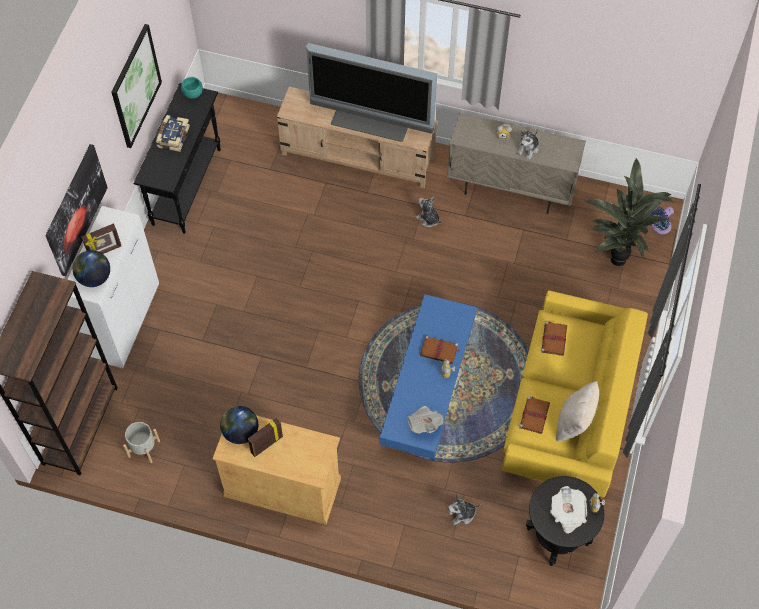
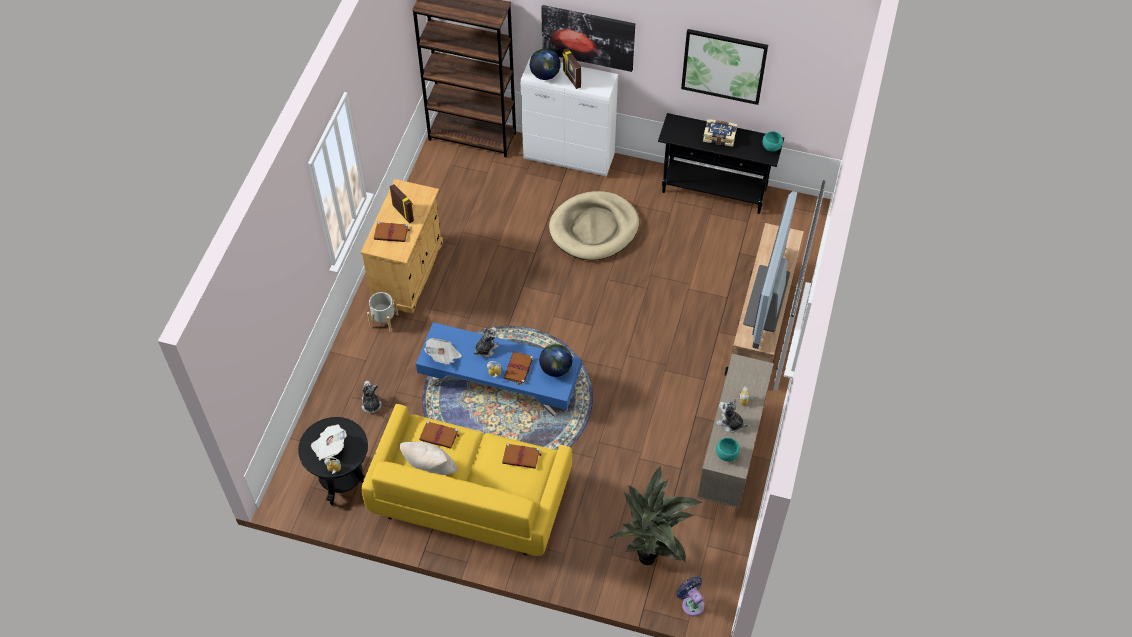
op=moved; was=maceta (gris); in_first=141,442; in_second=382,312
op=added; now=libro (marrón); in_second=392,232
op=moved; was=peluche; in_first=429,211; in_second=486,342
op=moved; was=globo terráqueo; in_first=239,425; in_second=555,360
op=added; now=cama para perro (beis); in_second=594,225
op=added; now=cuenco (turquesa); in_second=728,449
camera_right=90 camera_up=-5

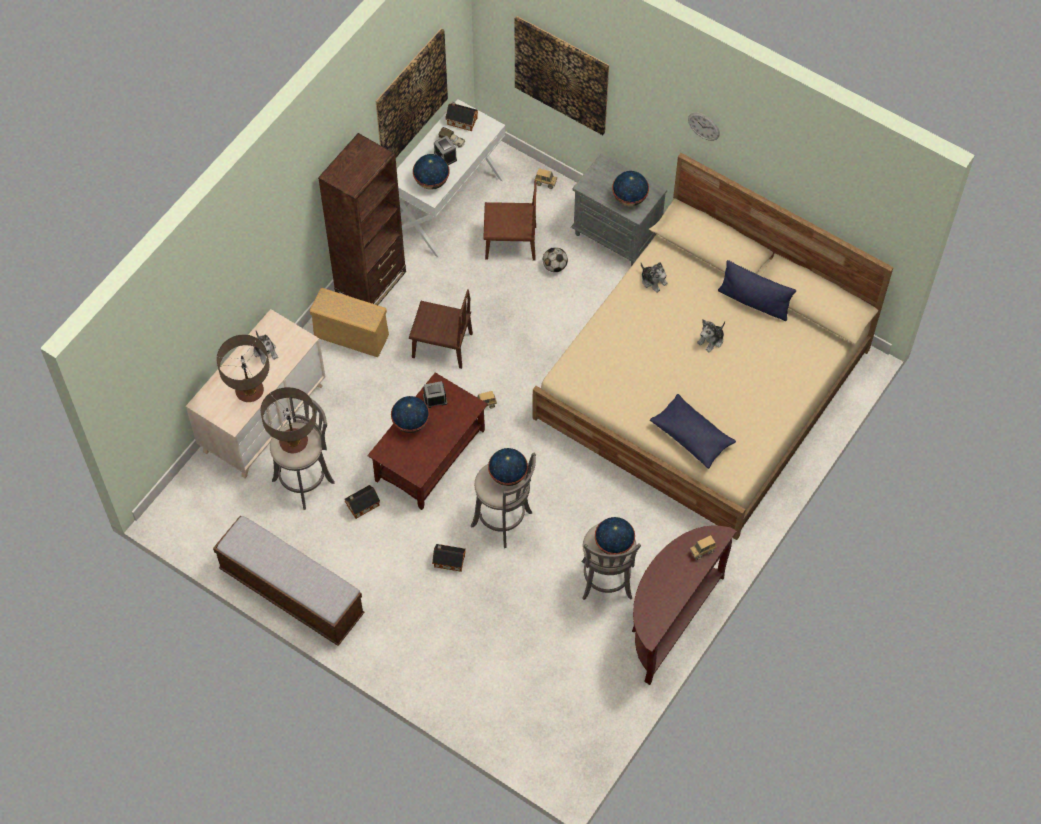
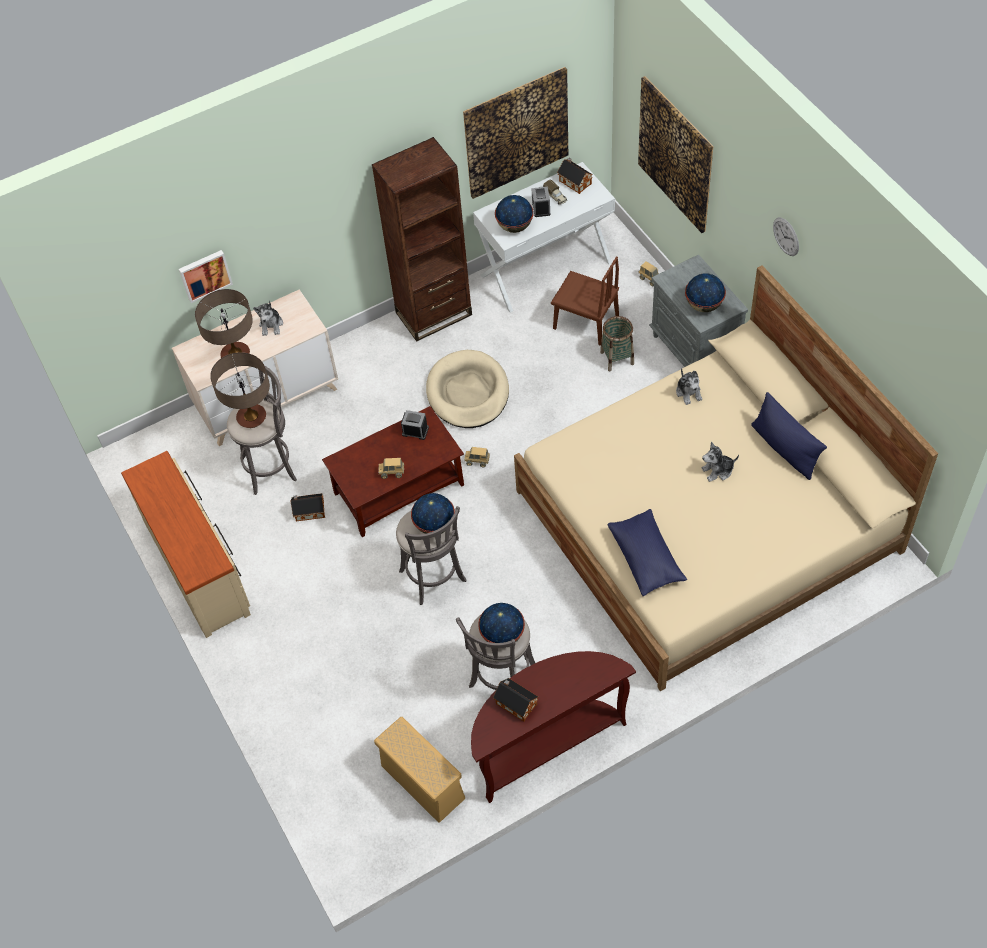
op=replaced; was=banco; now=cómoda (beis); in_first=289,580; in_second=186,544
op=added; now=cuadro; in_second=206,276
op=moved; was=caja de almacenaje (beis); in_first=349,322; in_second=419,769
op=moved; was=camión de juguete; in_first=703,547; in_second=391,468
op=replaced; was=silla (marrón); now=cama para perro (beis); in_first=441,329; in_second=467,389
op=moved; was=casita; in_first=449,558; in_second=515,700
op=replaced; was=balón de fútbol; now=cesta; in_first=555,259; in_second=617,343
op=removed; was=globo terráqueo; in_first=410,414
camera_right=30 camera_up=-5

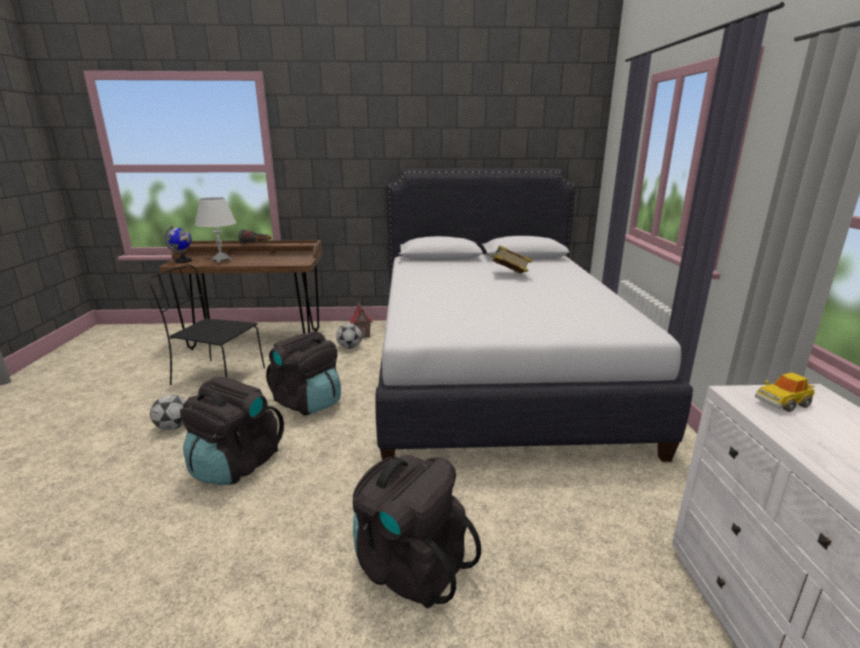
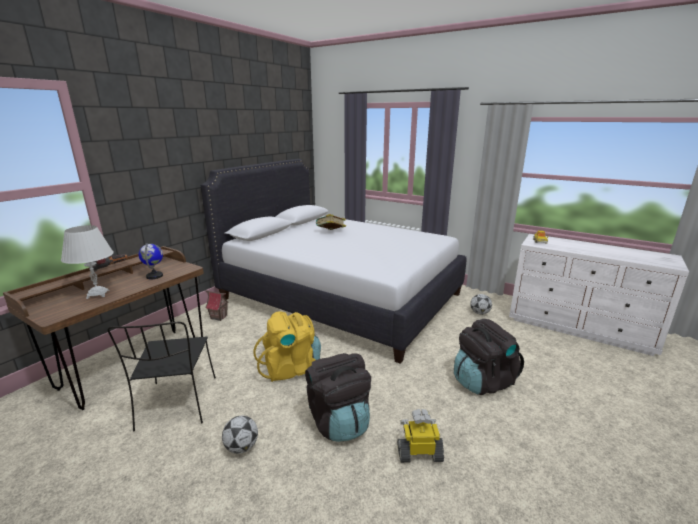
op=turned; was=silla (negro); in_first=207,325; in_second=162,376; clockwise=-60
op=moved; was=globo terráqueo; in_first=178,244; in_second=151,261
op=recoloured; was=mochila (negro); now=mochila (amarillo); in_first=303,374; in_second=287,346
op=added; now=robot de juguete; in_second=420,436
op=moved; was=balón de fútbol; in_first=349,336; in_second=481,304
camera_right=-55 camera_up=0

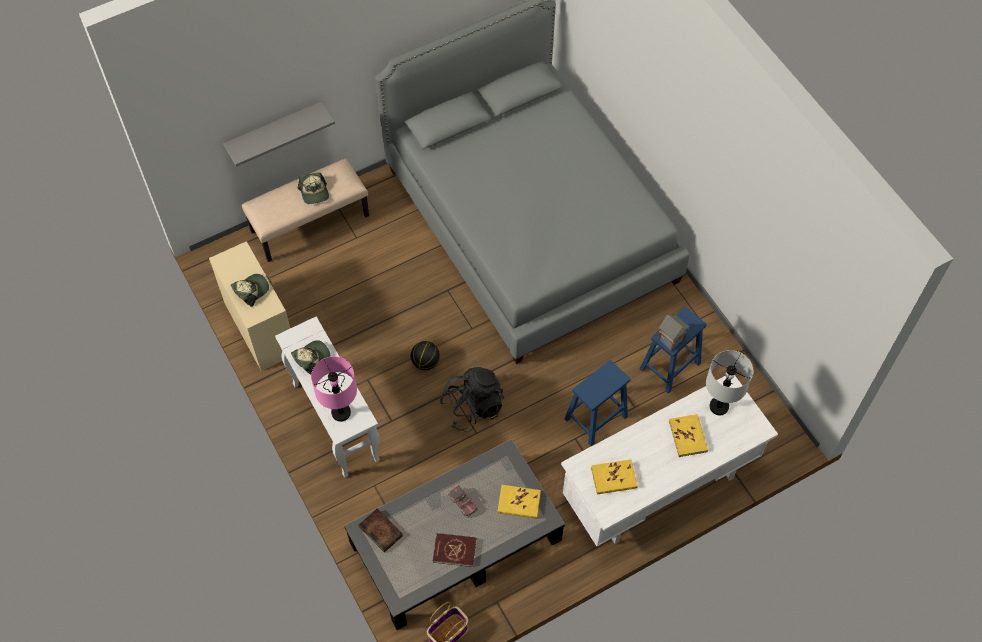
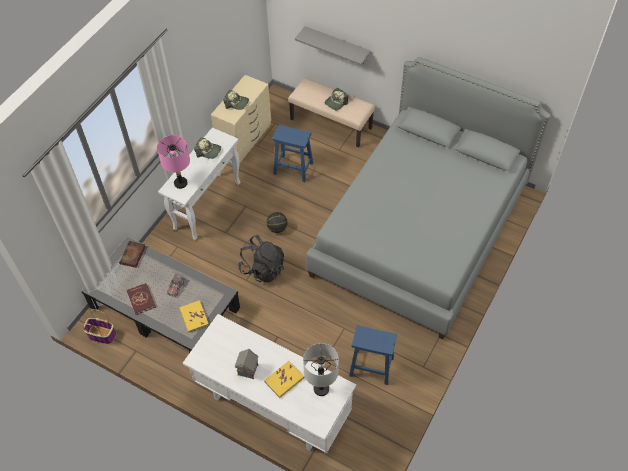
op=moved; was=casita; in_first=673,332; in_second=246,364
op=moved; was=taburete (azul); in_first=597,403; in_second=292,153
op=removed; was=libro (amarillo); in_first=614,477
camera_right=60 camera_up=-5

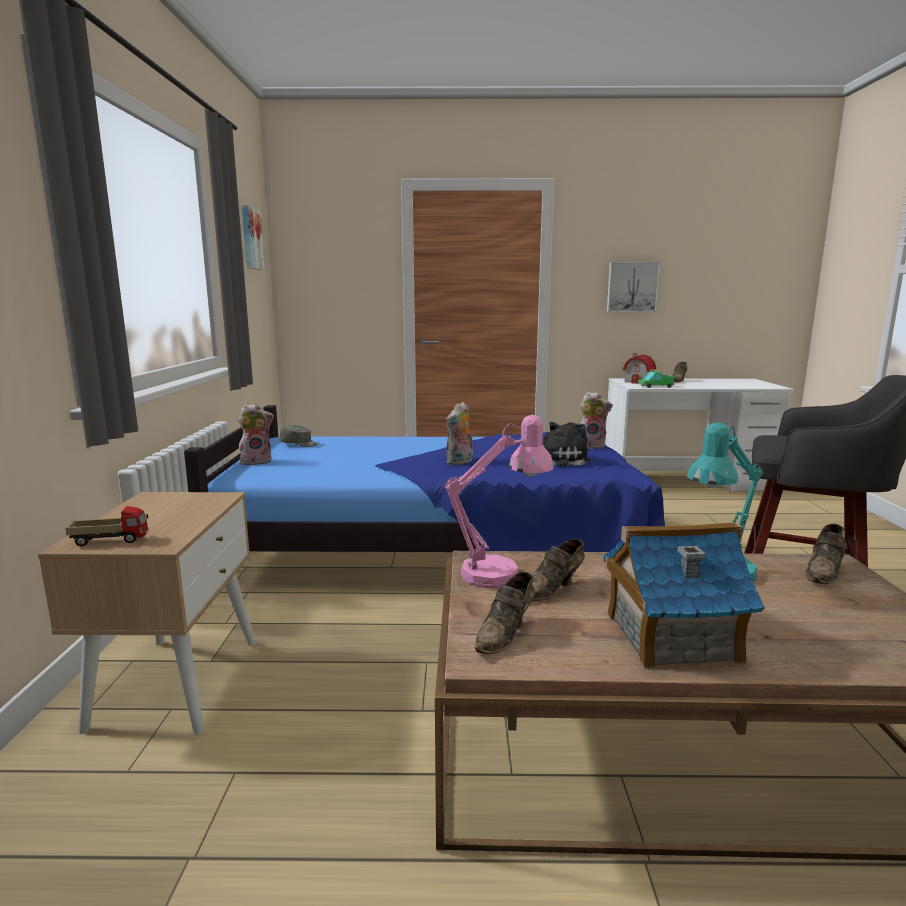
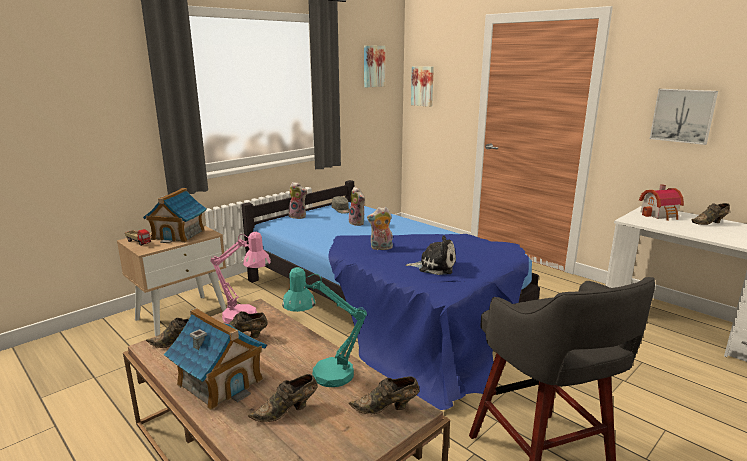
op=added; now=casita; in_second=175,215
op=added; now=zapato (marrón); in_second=282,398
op=moved; was=peluche; in_first=596,420; in_second=357,206
op=added; now=cuadro; in_second=422,86
op=removed; was=camión de juguete; in_first=656,379
camera_right=45 camera_up=5

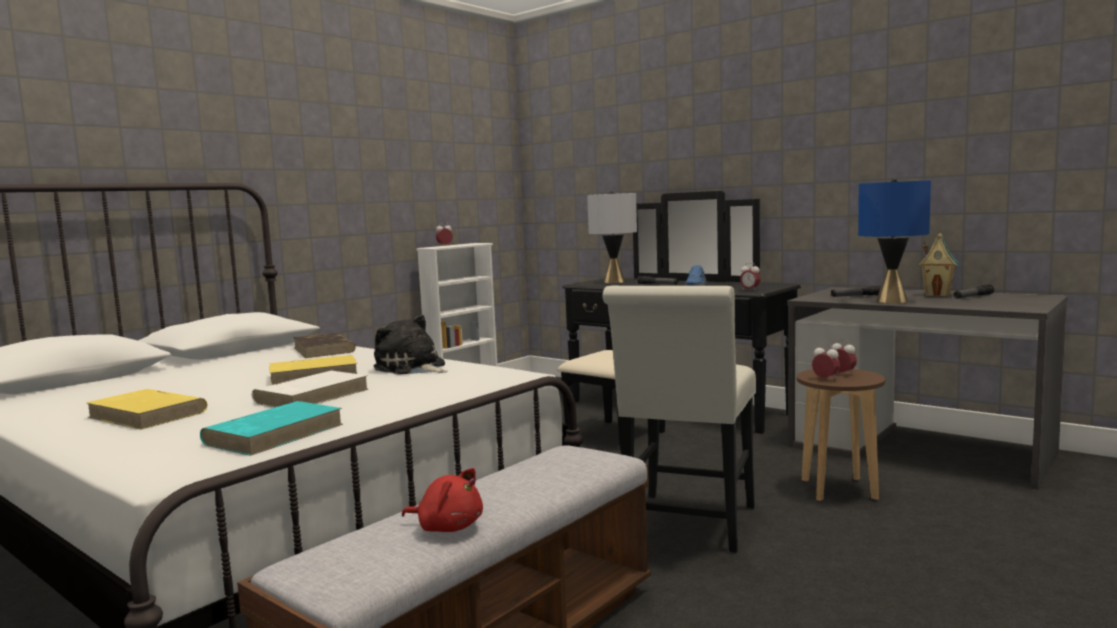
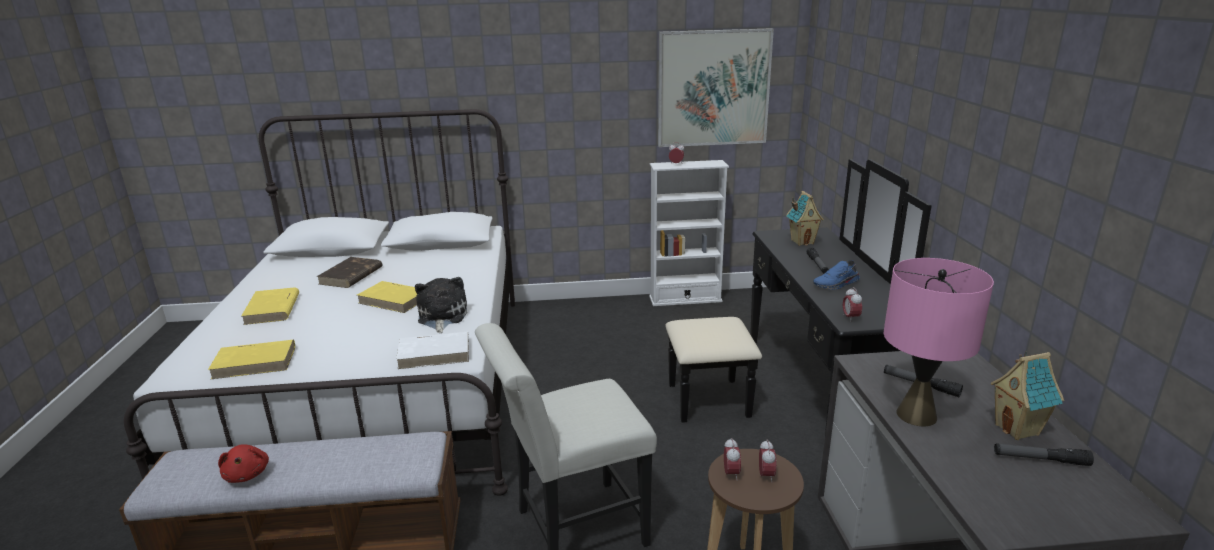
op=recoloured; was=libro (turquesa); now=libro (amarillo); in_first=271,428; in_second=251,359
op=moved; was=libro (marrón); in_first=324,345; in_second=349,272
op=moved; was=libro (blanco); in_first=310,389; in_second=432,350
op=added; now=cuadro; in_second=716,87
op=replaced; was=lámpara de mesa (gris); now=casita; in_first=612,237; in_second=805,218
op=recoloured; was=lámpara de mesa (azul); now=lámpara de mesa (rosa); in_first=894,240; in_second=939,342
camera_right=45 camera_up=15

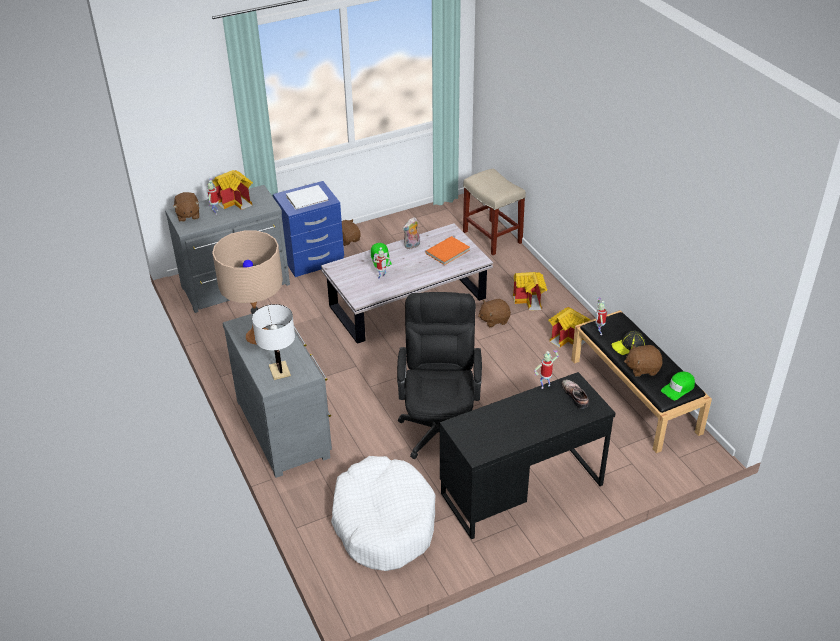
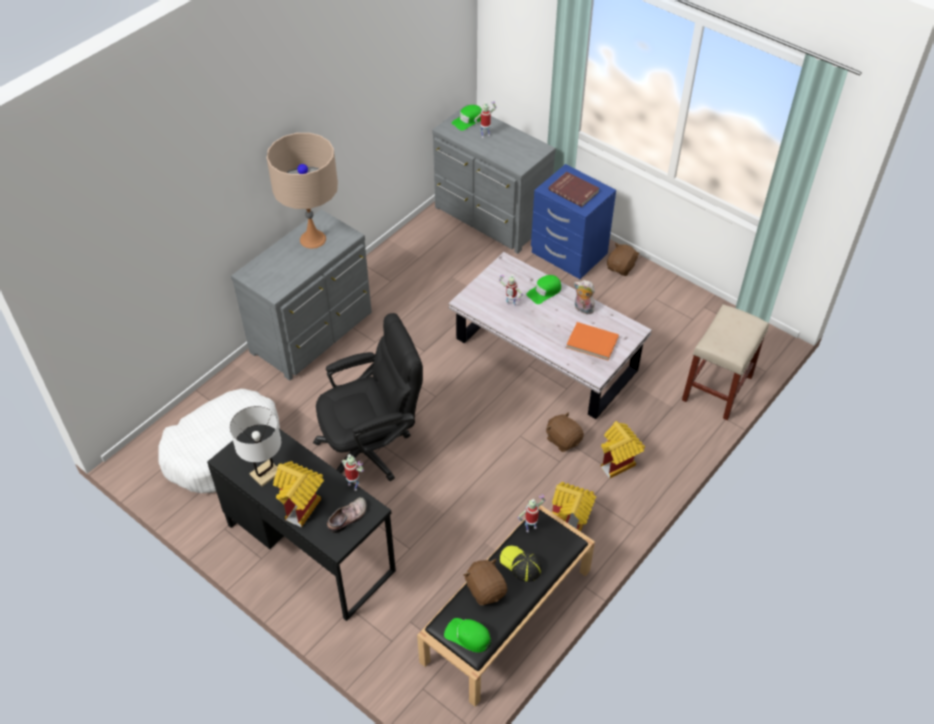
op=moved; was=lámpara de mesa (blanco); in_first=273,342; in_second=255,446
op=moved; was=casita; in_first=233,190; in_second=298,494
op=replaced; was=peluche (marrón); now=gorra (verde); in_first=186,207; in_second=467,118
op=recoloured; was=libro (blanco); now=libro (rojo); in_first=307,197; in_second=574,189
camera_right=65 camera_up=10

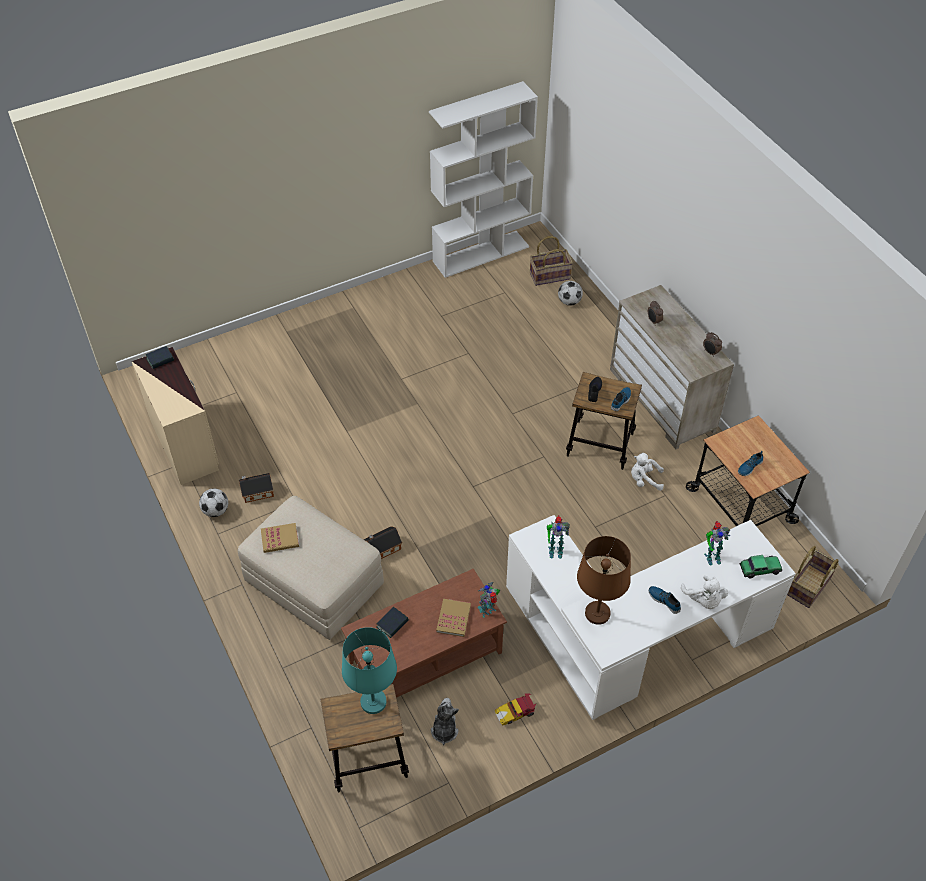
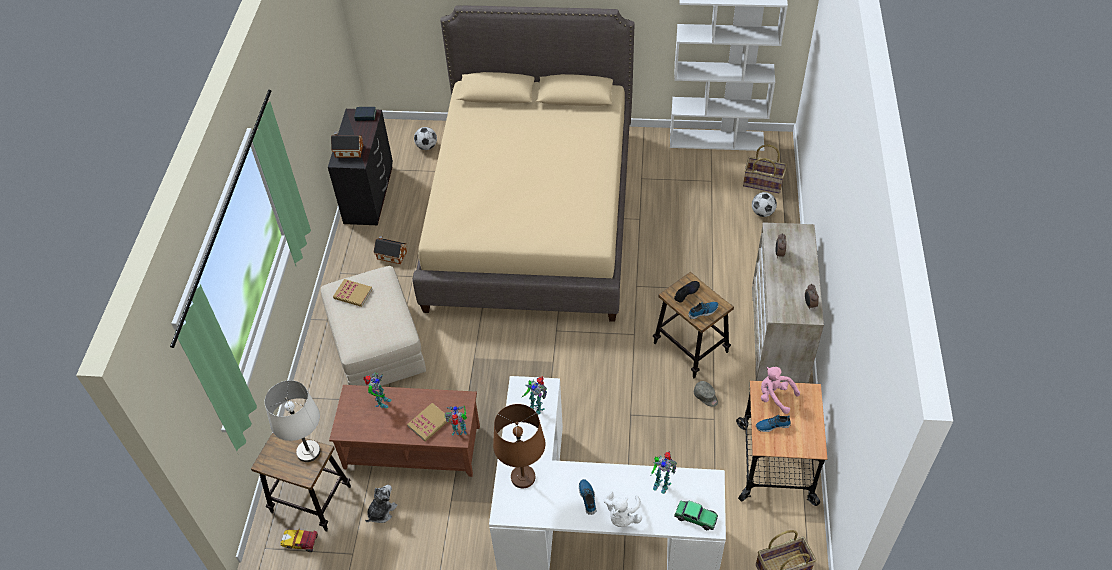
op=recoloured; was=lámpara de mesa (turquesa); now=lámpara de mesa (blanco); in_first=369,670; in_second=292,421
op=moved; was=coche de juguete; in_first=515,709; in_second=299,540
op=recoloured; was=cómoda (beis); now=cómoda (negro); in_first=175,416; in_second=360,167
op=moved; was=casita; in_first=382,542; in_second=347,144
op=replaced; was=libro; now=robot de juguete; in_first=392,622; in_second=377,390
op=added; now=cama (beis); in_second=524,163
op=moved; was=balón de fútbol; in_first=213,503; in_second=425,138
op=replaced; was=peluche (blanco); now=gorra (gris); in_first=647,472; in_second=706,394
op=added; now=peluche (rosa); in_second=780,390
camera_right=35 camera_up=0

